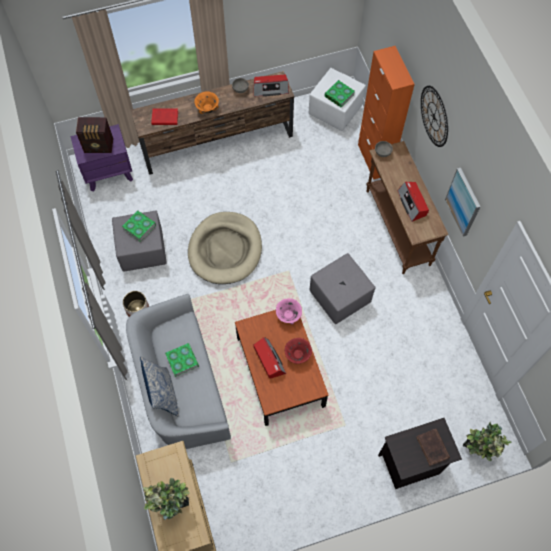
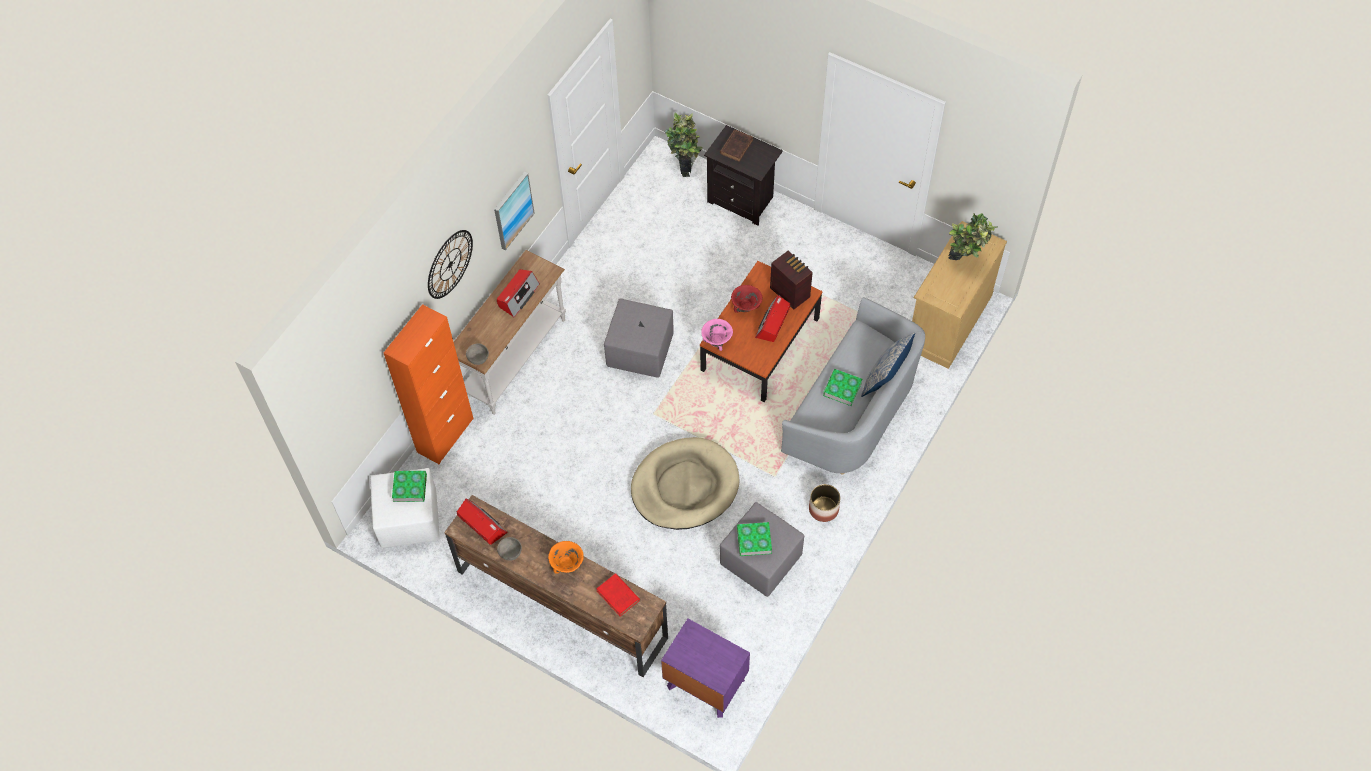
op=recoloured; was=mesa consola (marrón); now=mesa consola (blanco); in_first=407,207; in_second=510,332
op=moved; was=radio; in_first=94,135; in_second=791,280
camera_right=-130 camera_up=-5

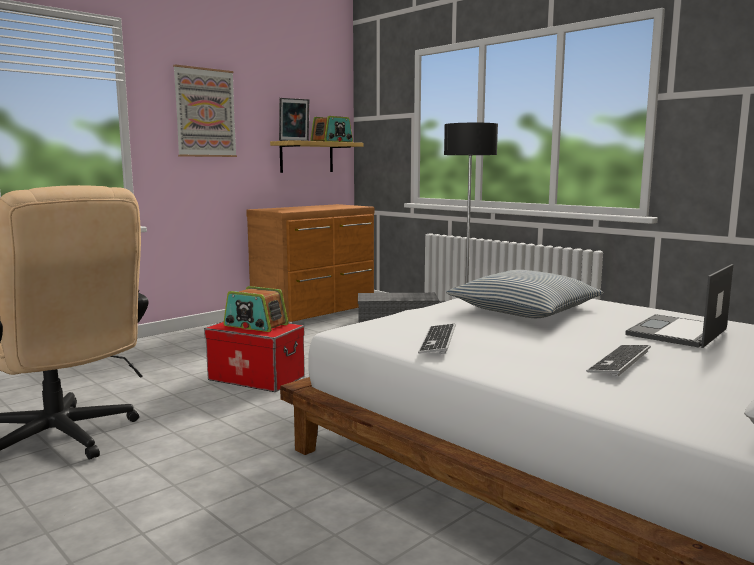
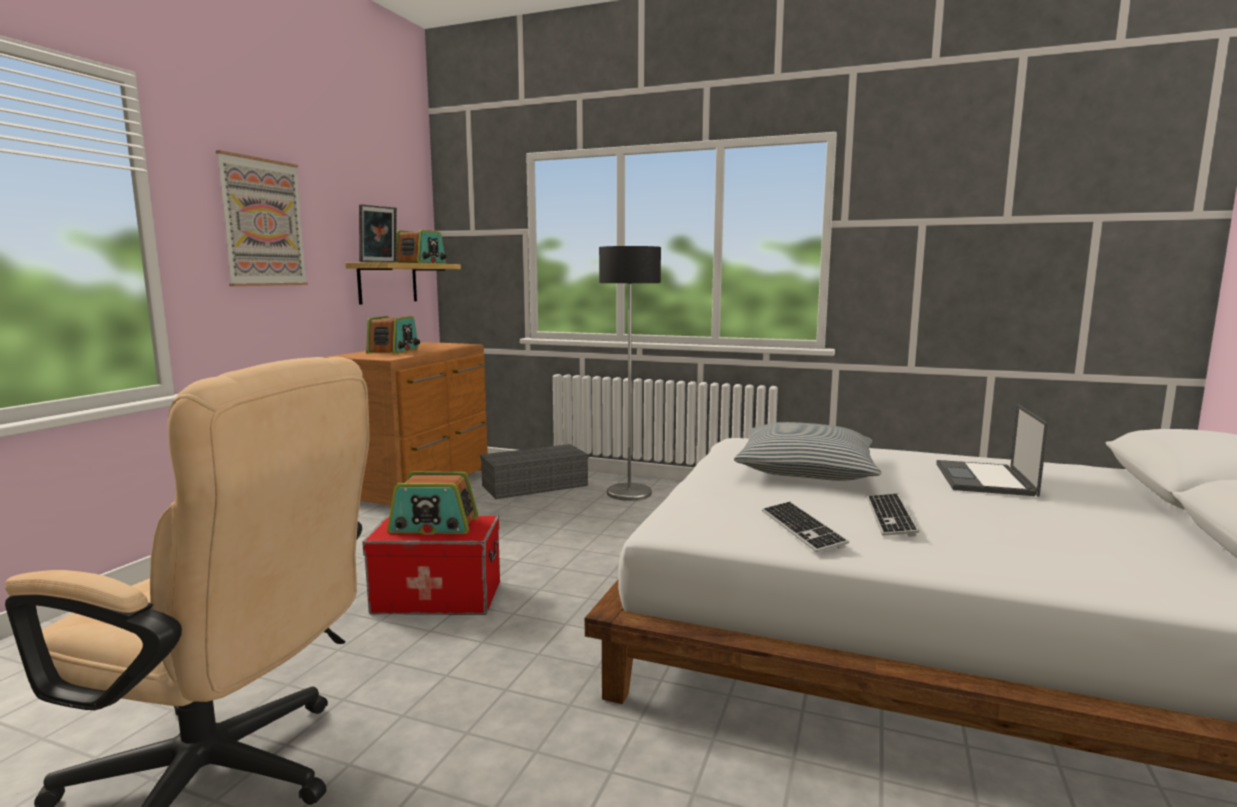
op=added; now=radio; in_second=393,335
op=moved; was=teclado; in_first=618,361; in_second=893,515
camera_right=-25 camera_up=0

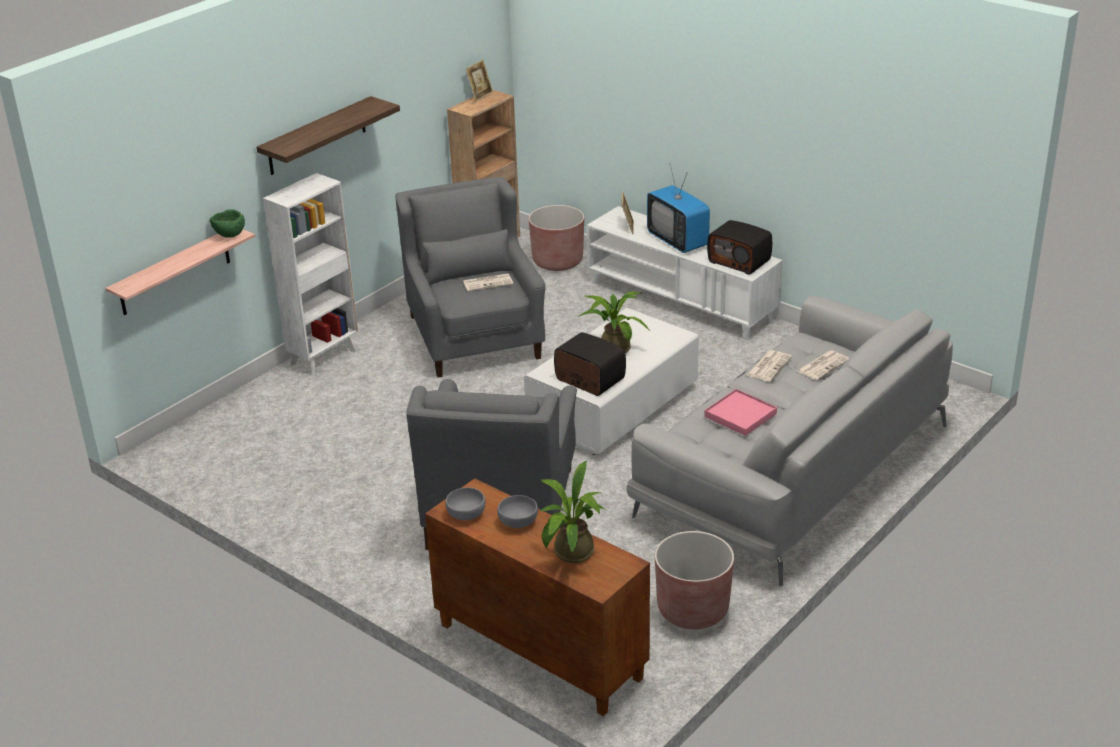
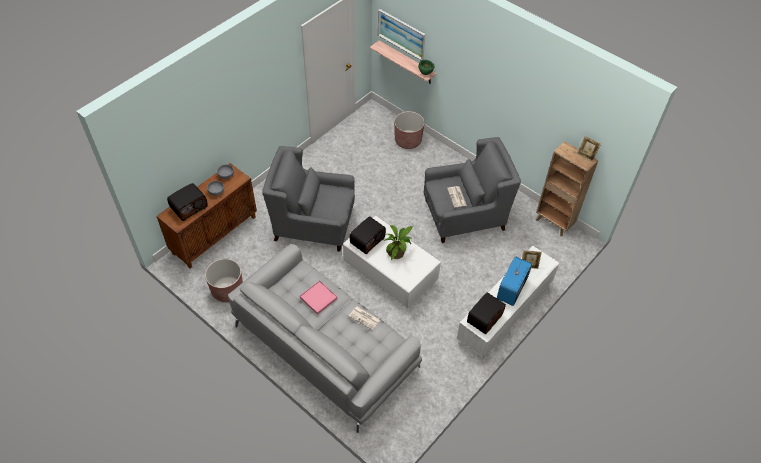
op=replaced; was=planta en maceta; now=radio; in_first=571,511; in_second=187,202
op=added; now=cuadro; in_second=402,35
op=moved; was=maceta (marrón); in_first=556,238; in_second=409,130
op=turned; was=televisor; in_first=678,208; in_second=514,281; clockwise=150
op=removed; was=estante; in_first=328,135
op=removed; was=estantería (blanco); in_first=310,274
op=removed; was=periódico; in_first=823,365
camera_right=90 camera_up=20

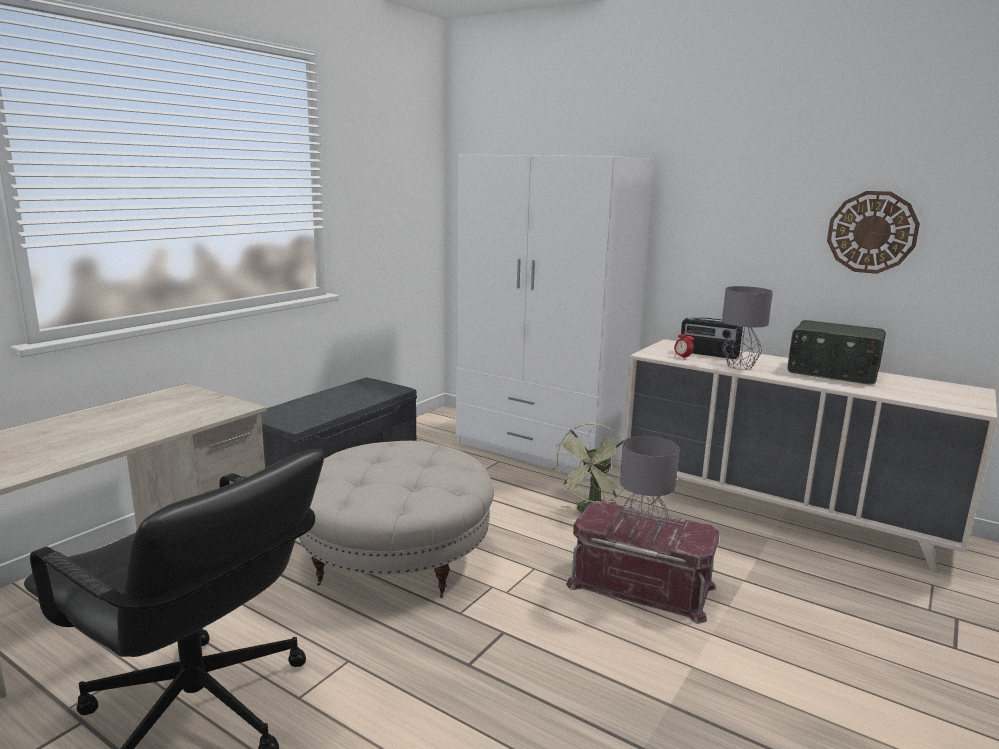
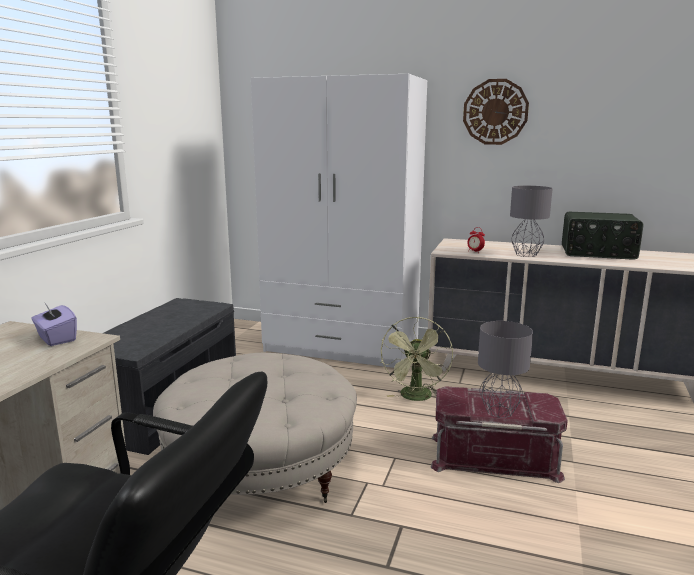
op=added; now=caja de pañuelos (morado); in_second=54,324
op=moved; was=reloj de pared; in_first=873,232; in_second=496,112
op=removed; was=radio; in_first=711,338
camera_right=-15 camera_up=0

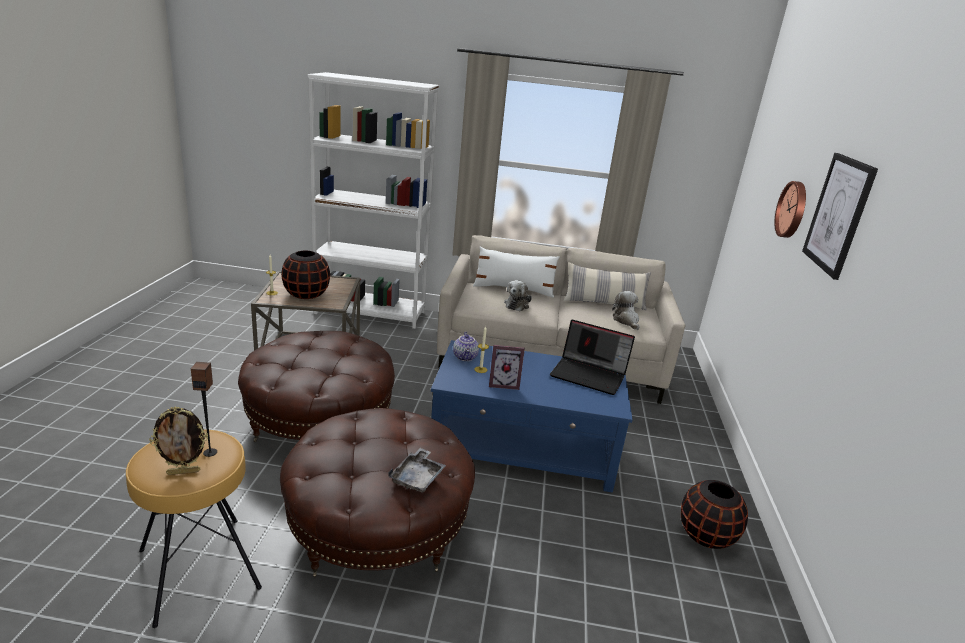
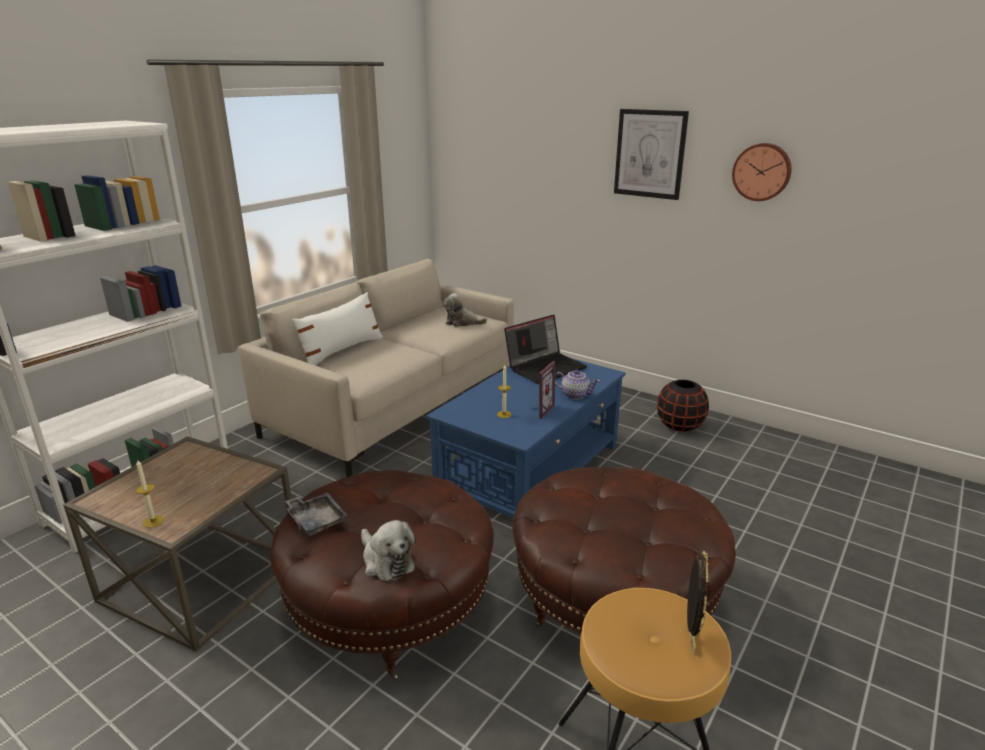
op=moved; was=bandeja (gris); in_first=417,470; in_second=316,514
op=moved; was=peluche; in_first=518,296; in_second=388,550
op=moved; was=tetera; in_first=466,346; in_second=577,384
op=moved; was=reloj de pared; in_first=790,209; in_second=762,172
op=removed; was=altavoz; in_first=204,409
op=removed; was=florero (negro); in_first=305,275
op=removed; was=cojín; in_first=607,286
camera_right=-60 camera_up=0

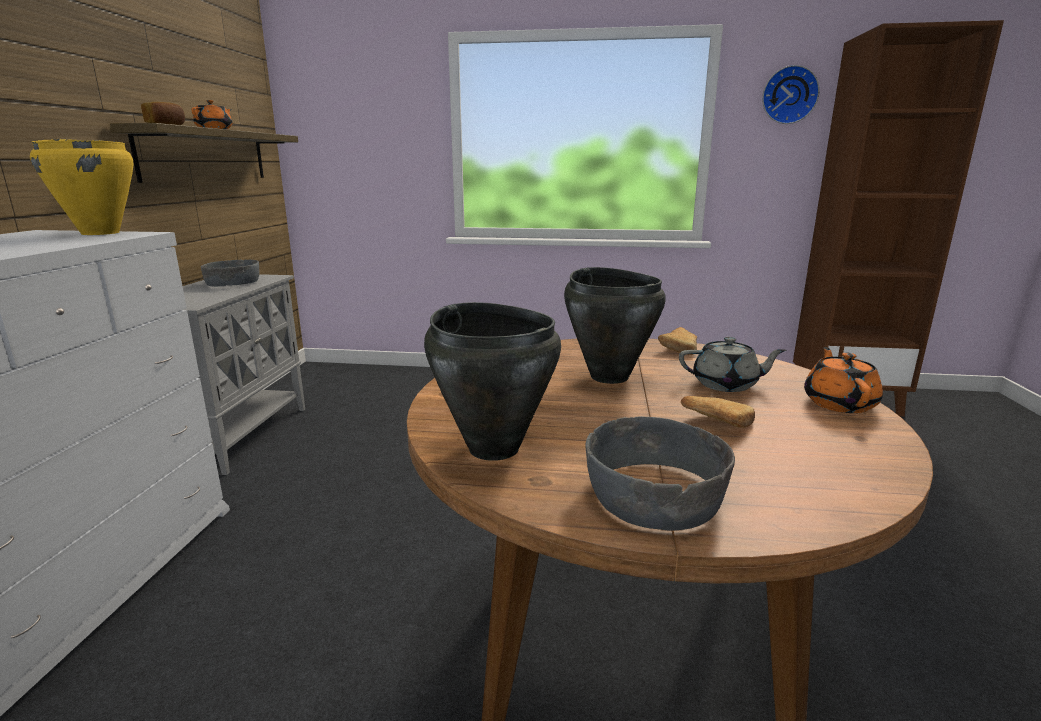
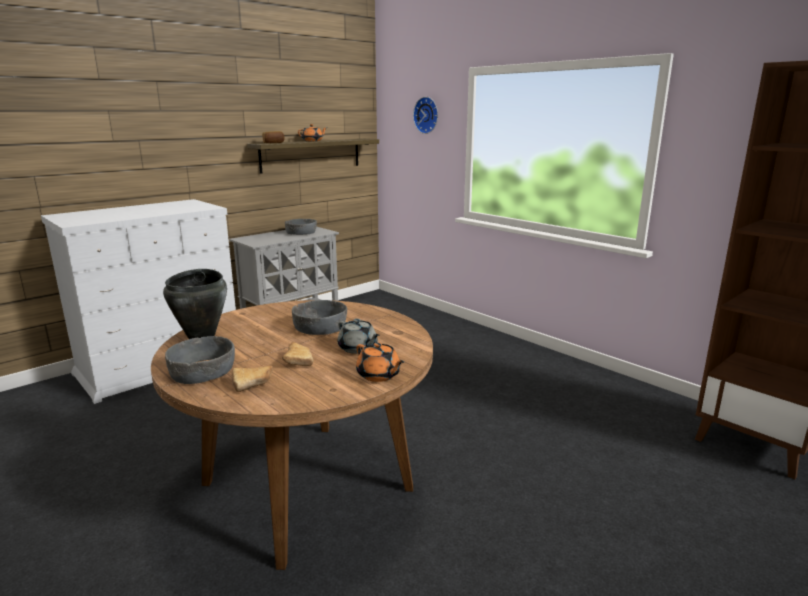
op=moved; was=pan; in_first=677,341; in_second=252,379
op=replaced; was=olla (negro); now=cuenco (gris); in_first=615,325; in_second=319,317
op=turned; was=tetera (naranja); in_first=843,380; in_second=380,362; clockwise=90
op=moved; was=reloj de pared; in_first=791,94; in_second=425,115
op=removed; was=olla (amarillo); in_first=81,187
camera_right=40 camera_up=0

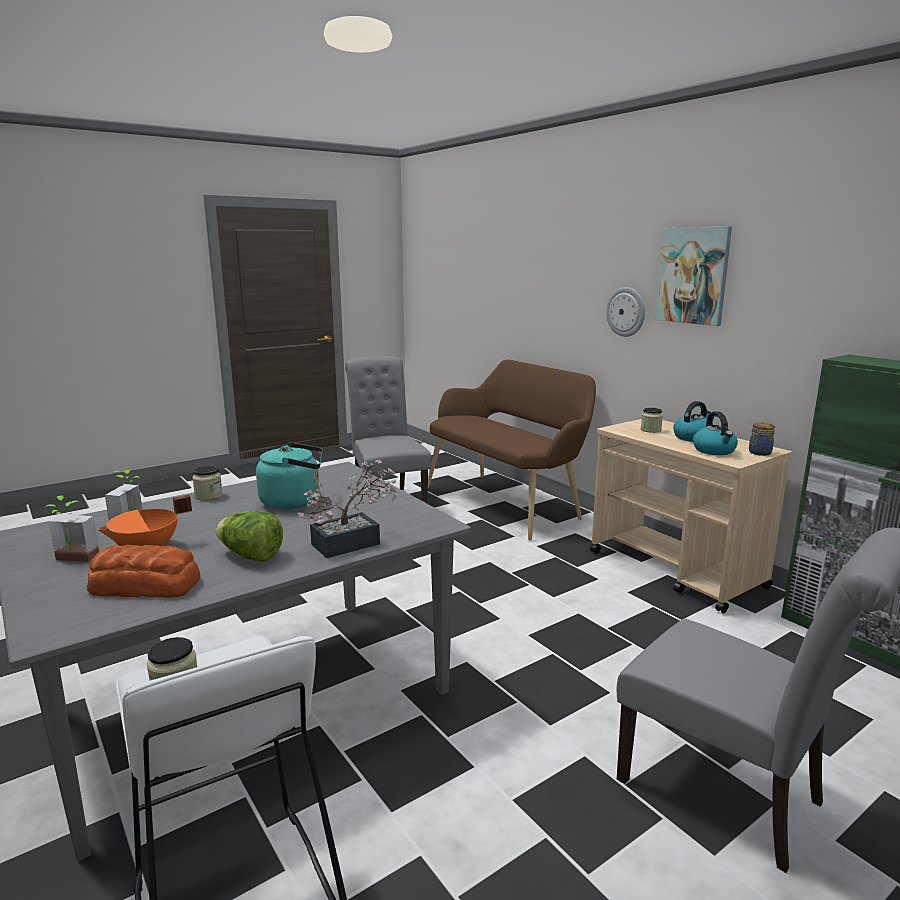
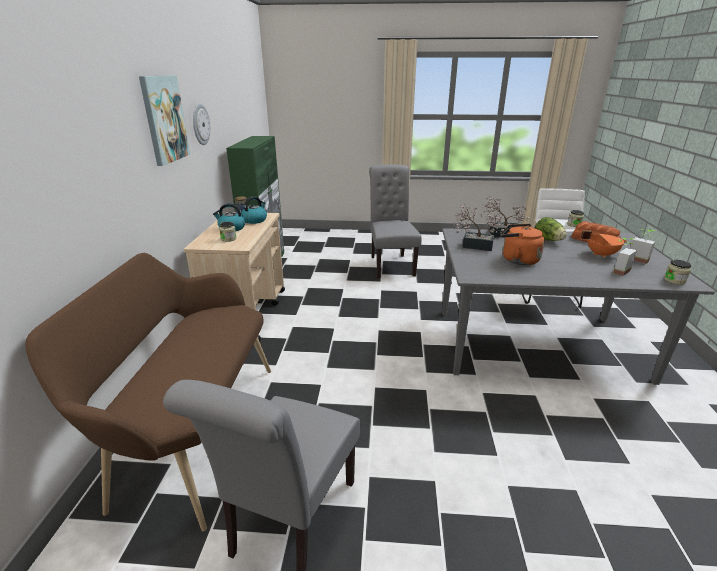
op=moved; was=reloj de pared; in_first=625,312; in_second=201,124
op=added; now=planta en maceta; in_second=478,227
op=recoloured; was=hervidor (turquesa); now=hervidor (naranja); in_first=289,475; in_second=522,244
op=moved; was=tarro; in_first=207,483; in_second=677,272
camera_right=-140 camera_up=10

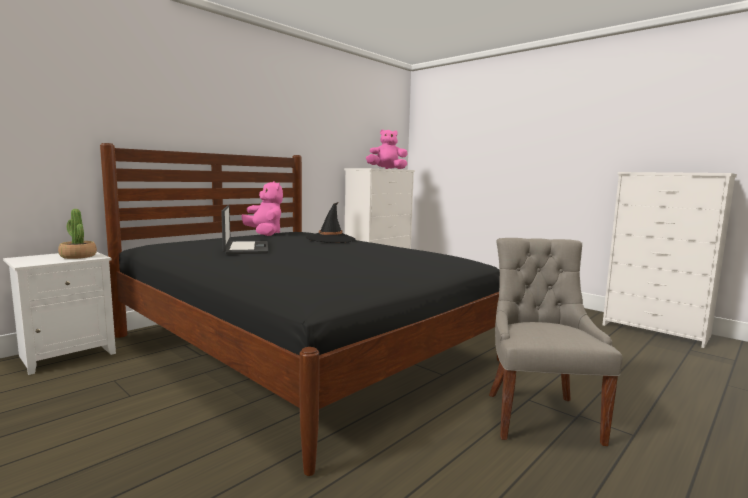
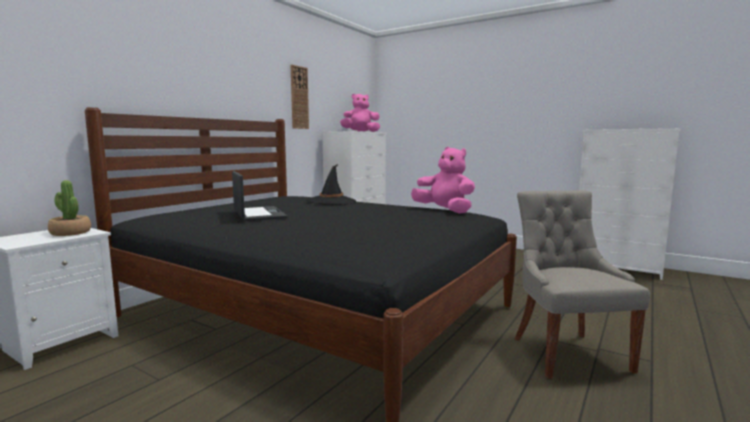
op=added; now=reloj de pared; in_second=300,97
op=moved; was=peluche (rosa); in_first=262,208; in_second=443,180
camera_right=-10 camera_up=0

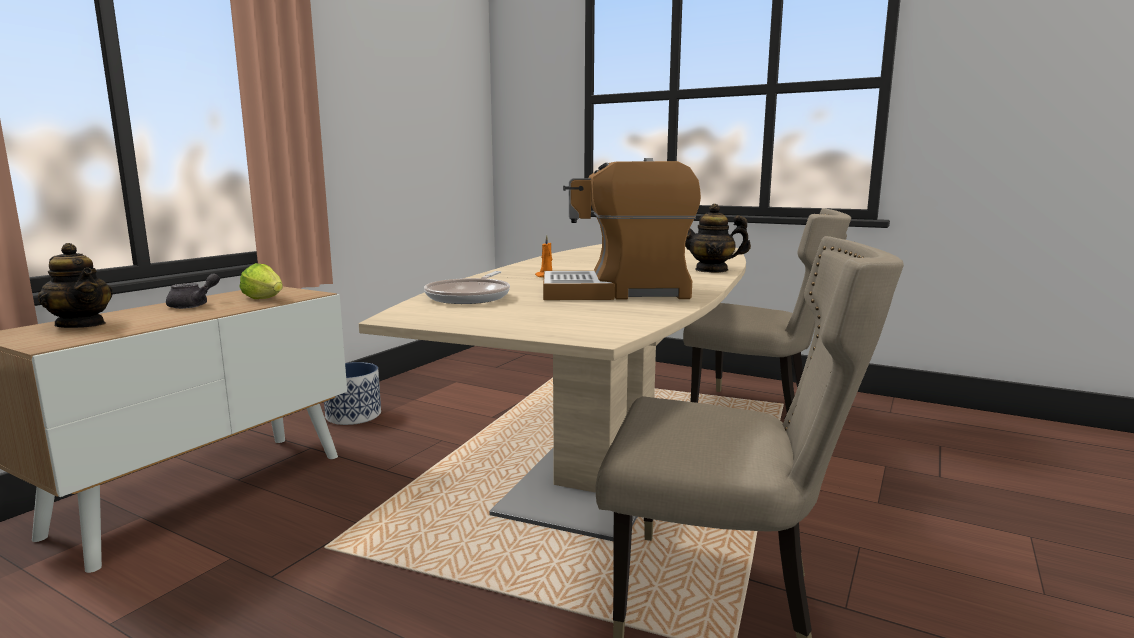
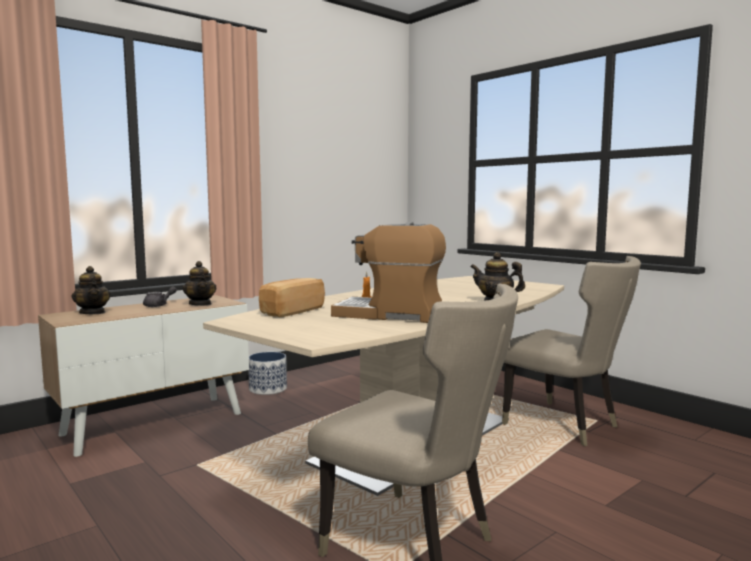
op=replaced; was=lechuga; now=tetera; in_first=261,281; in_second=200,283
op=replaced; was=sartén; now=pan; in_first=467,287; in_second=292,297
camera_right=20 camera_up=-5

